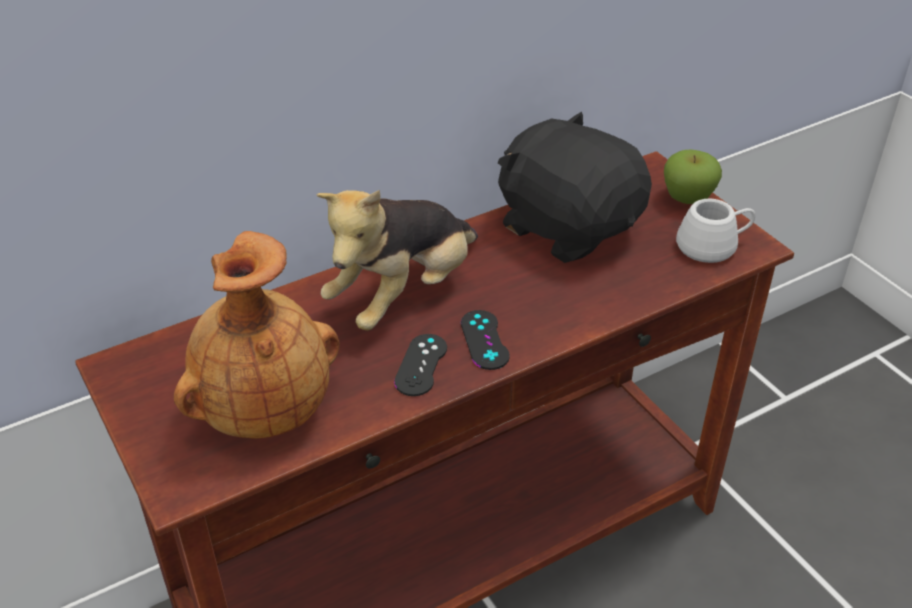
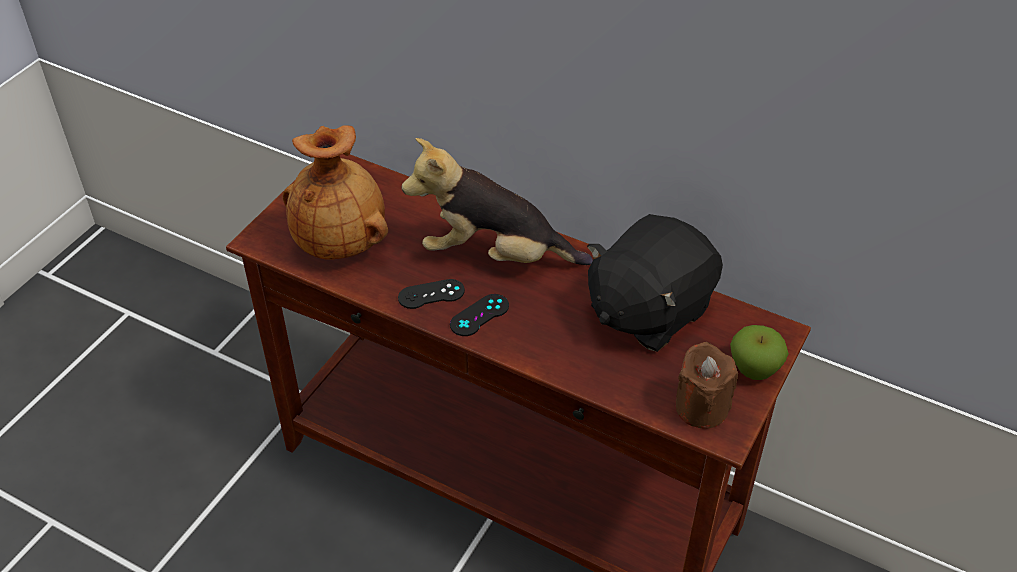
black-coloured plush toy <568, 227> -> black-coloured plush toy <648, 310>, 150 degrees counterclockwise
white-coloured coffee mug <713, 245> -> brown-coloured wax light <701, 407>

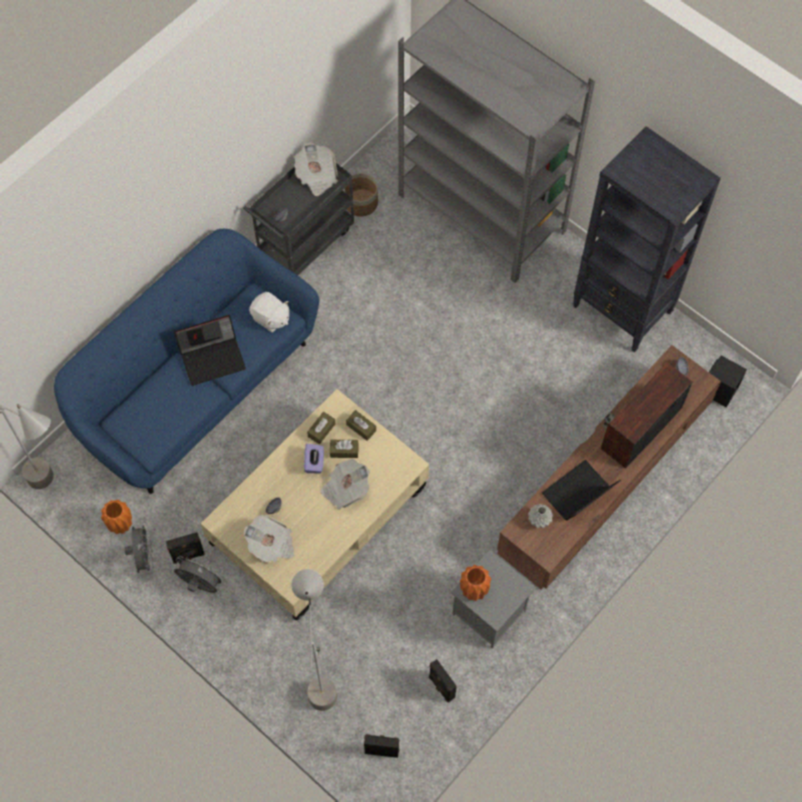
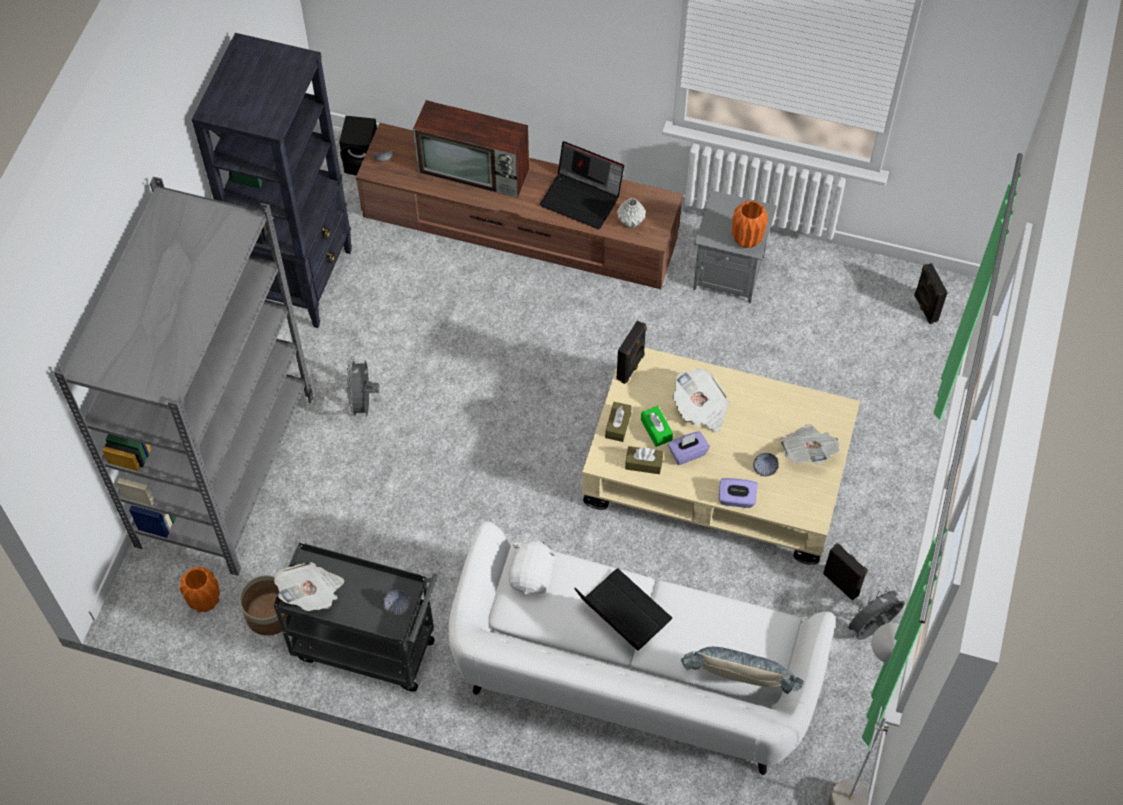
bluish sofa <196, 388> -> white-coloured sofa <632, 682>
brown-coloured box of tissues <344, 451> -> green box of tissues <656, 430>
orangey flower vase <120, 525> -> orangey flower vase <205, 601>, moved
grey fan <200, 584> -> grey fan <363, 404>, moved
grey standard lamp <320, 672> -> none
black-coloured loudspeaker <441, 687> -> black-coloured loudspeaker <631, 367>, moved
none -> purple box of tissues <736, 499>
none -> cushion <737, 696>

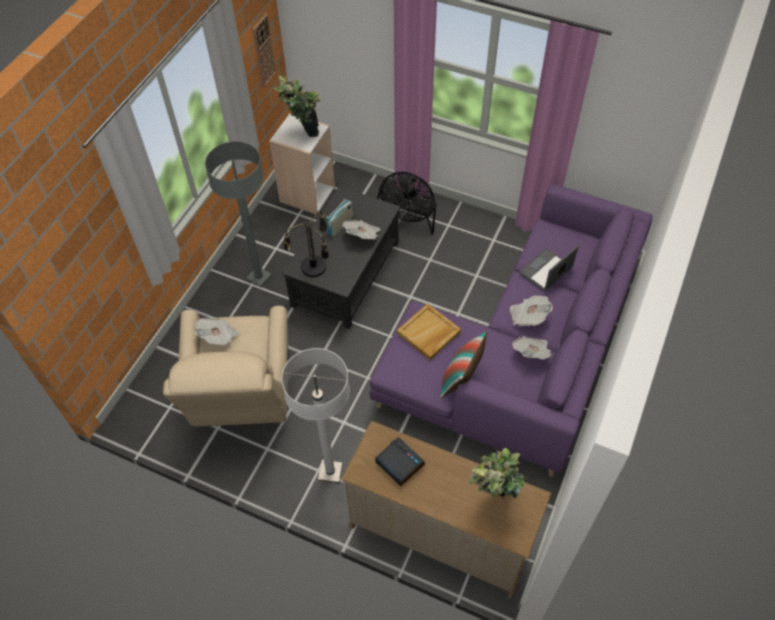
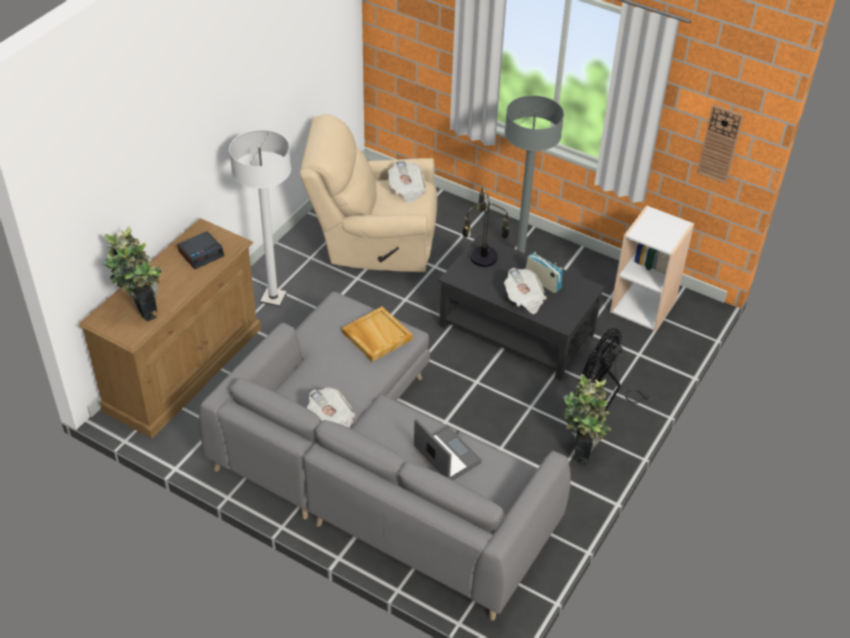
houseplant <302, 134> -> houseplant <581, 449>, moved
purple sofa <521, 354> -> grey sofa <376, 472>
newspaper <528, 316> -> none
cushion <461, 379> -> none

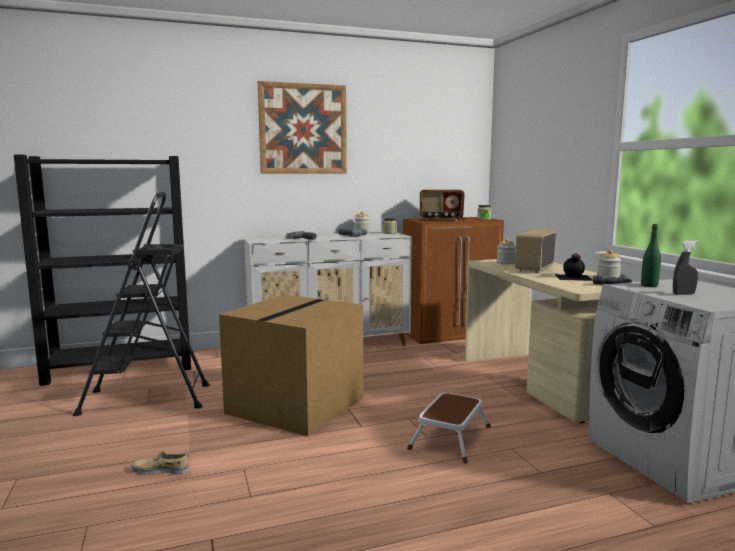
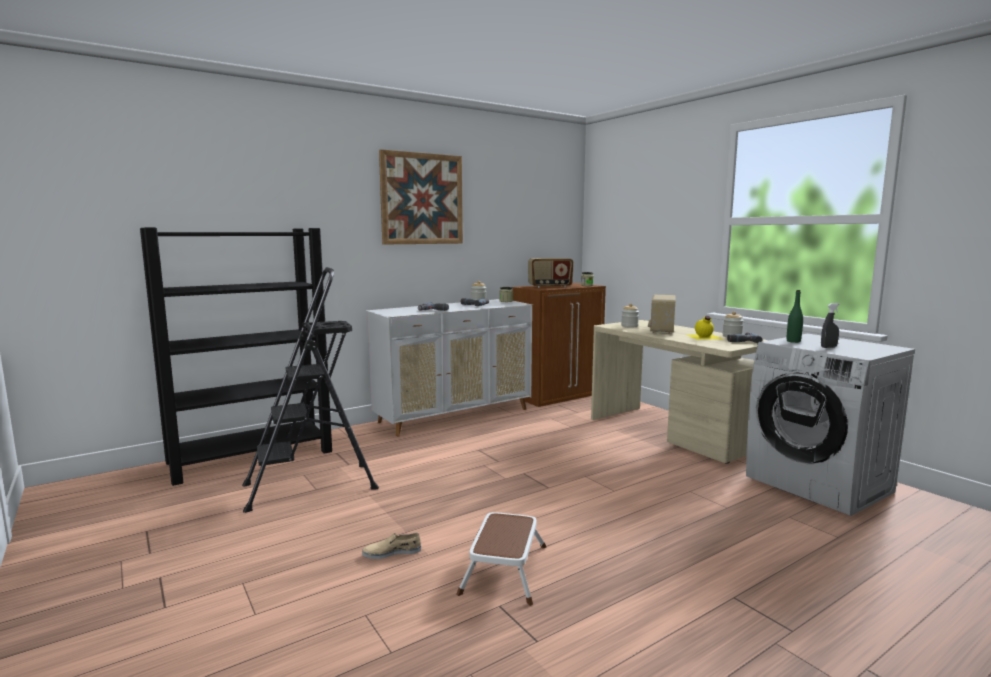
black-coloured beverage bottle <573, 277> -> yellow-coloured beverage bottle <704, 336>
cardboard box <295, 404> -> none
brown-coloured step ladder <450, 437> -> brown-coloured step ladder <503, 569>, moved

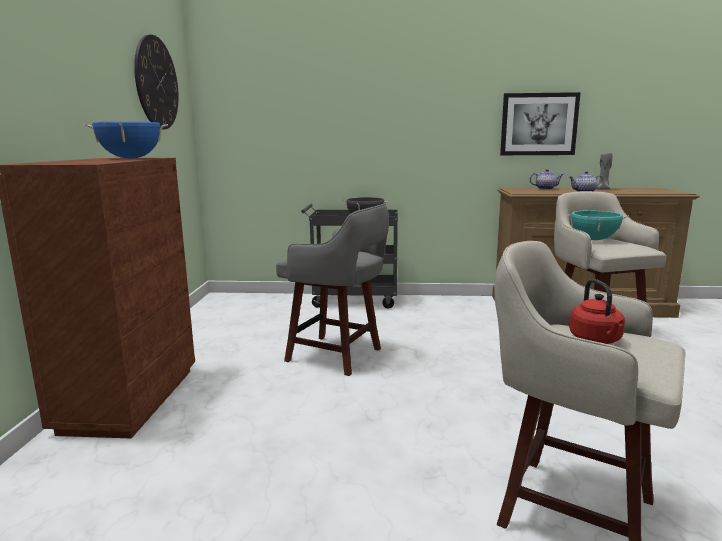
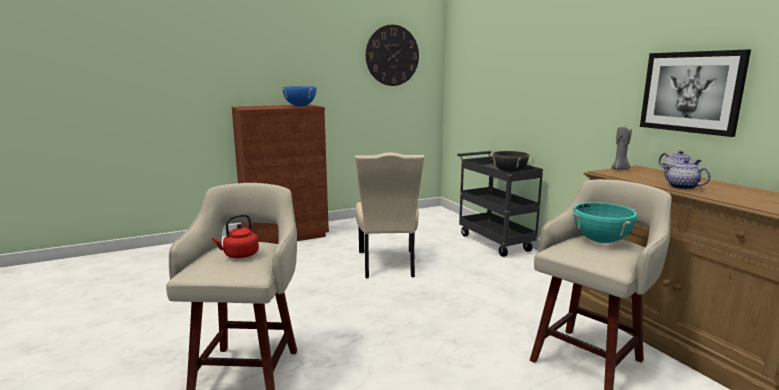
grey wax light <603, 189> -> grey wax light <620, 169>, moved
grey sitting stool <337, 356> -> sand-coloured upright chair <388, 263>

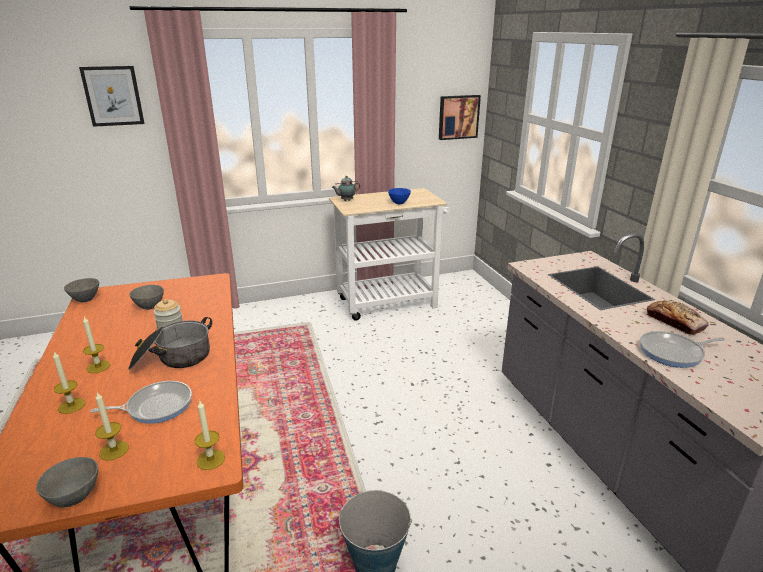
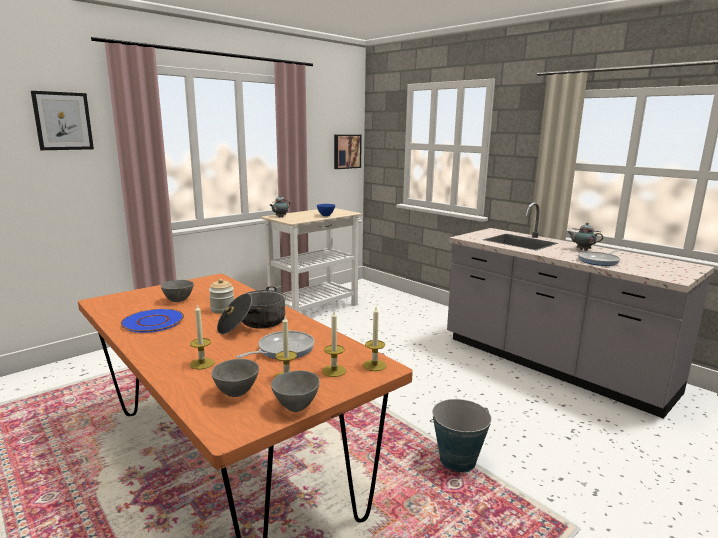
grey deep dish <85, 300> -> grey deep dish <237, 393>, moved
baked bread <675, 322> -> pot for tea <582, 250>
wax light <98, 367> -> wax light <334, 371>, moved
none -> bluish dinner plate <153, 322>

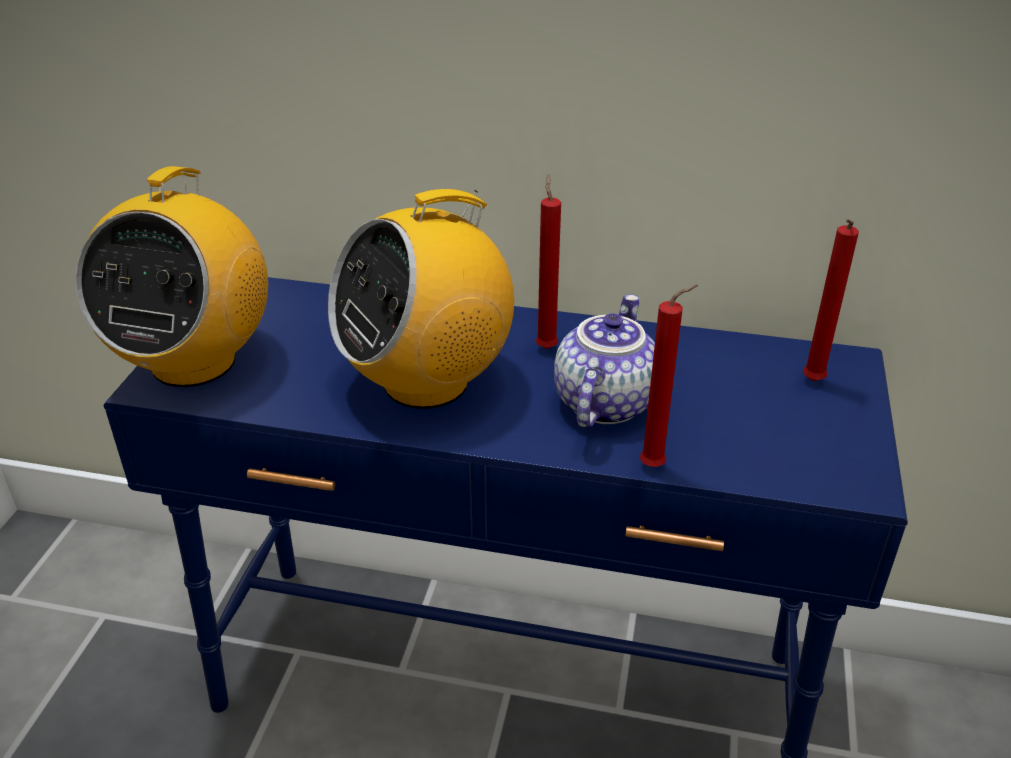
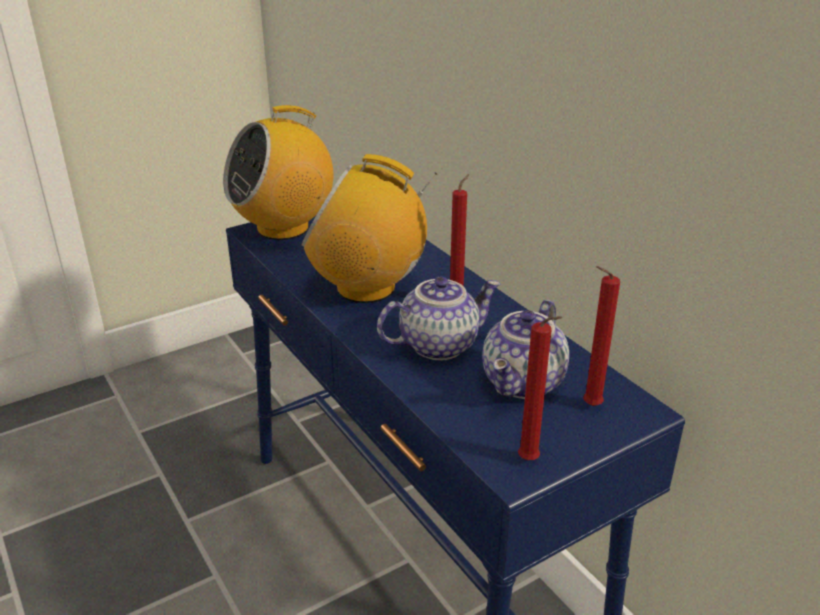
reddish wax light <656, 466> -> reddish wax light <531, 461>, moved
none -> pot for tea <524, 383>

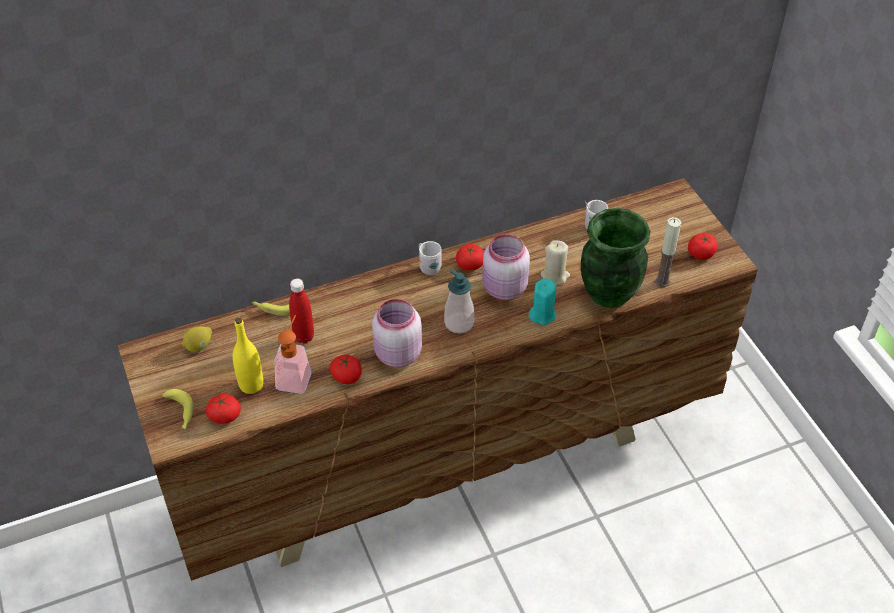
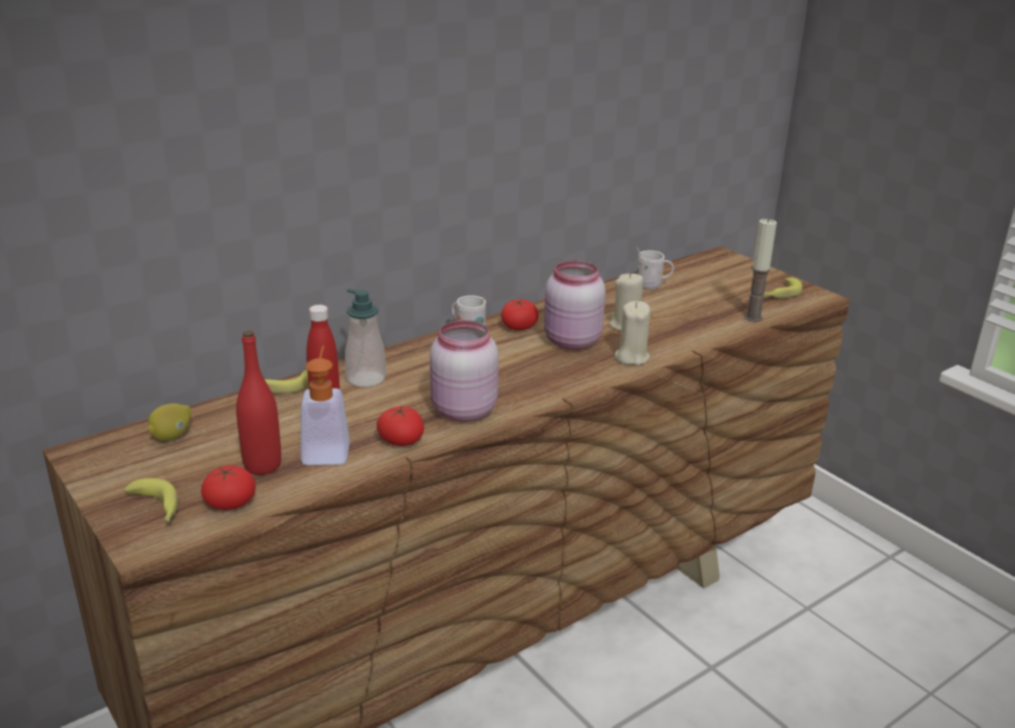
green flower vase <608, 294> -> none
whole tomato <701, 253> -> banana <780, 294>
soap dispenser <459, 323> -> soap dispenser <366, 378>, moved
blue-green wax light <542, 314> -> sand-coloured wax light <631, 357>
yellow-coloured beverage bottle <251, 385> -> reddish beverage bottle <262, 465>

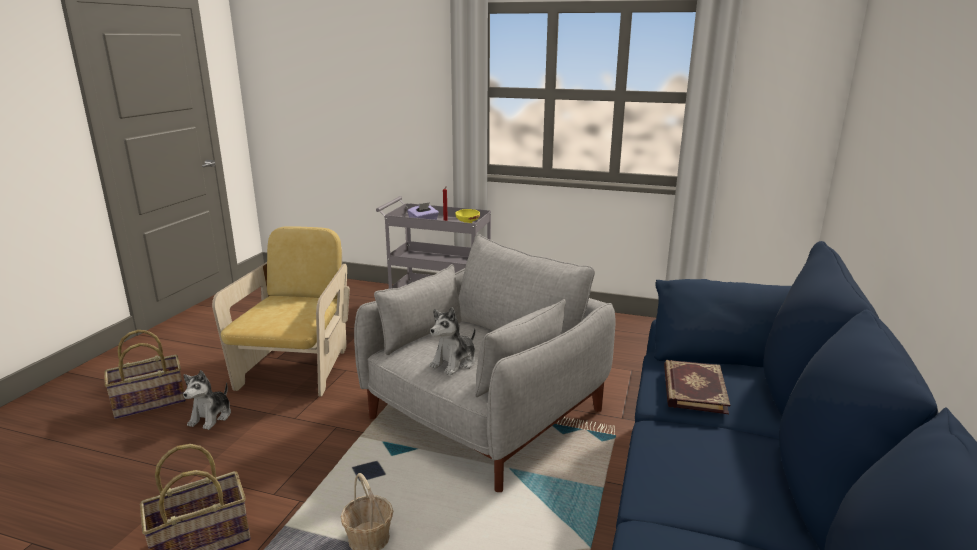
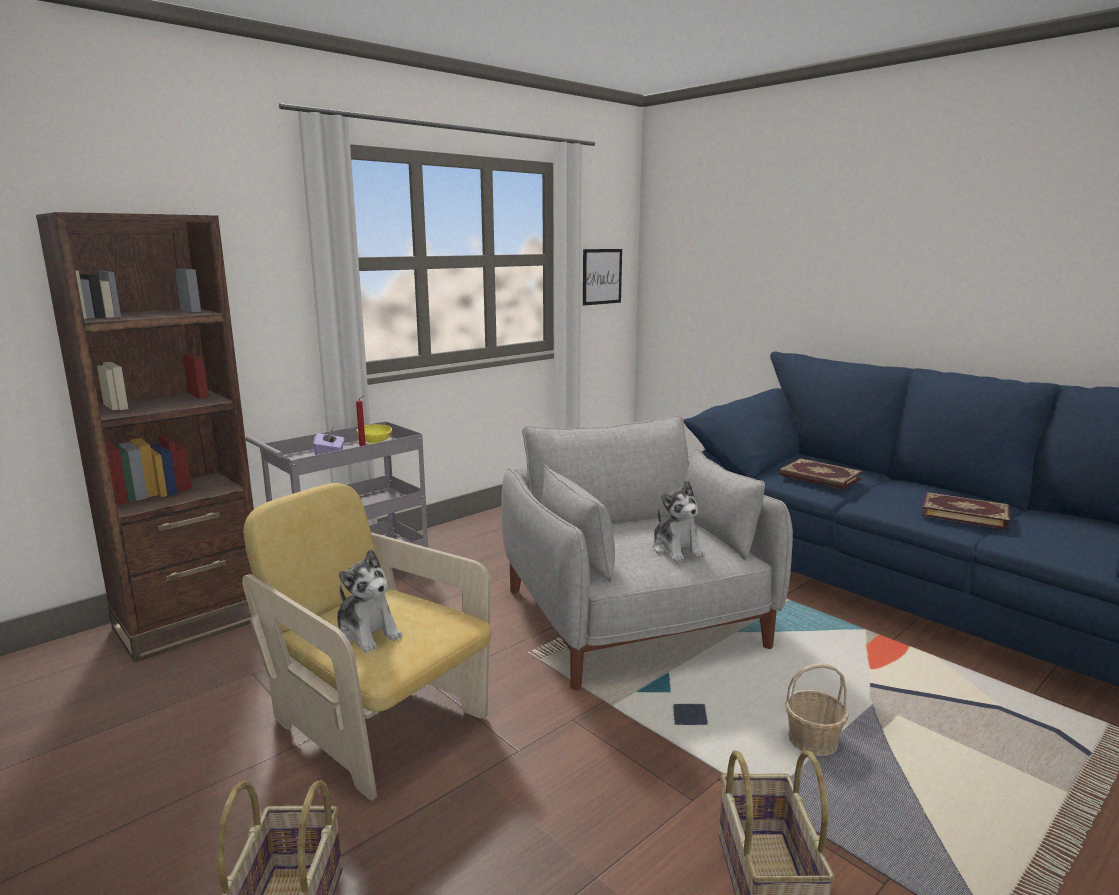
plush toy <211, 417> -> plush toy <367, 633>, moved
none -> brown-coloured shelving unit <191, 623>
none -> picture <602, 276>
none -> book <964, 513>

